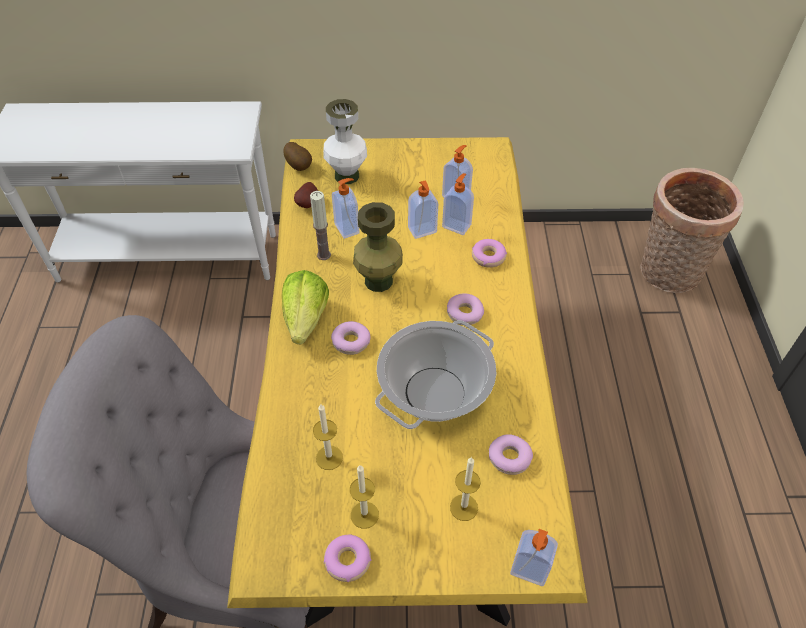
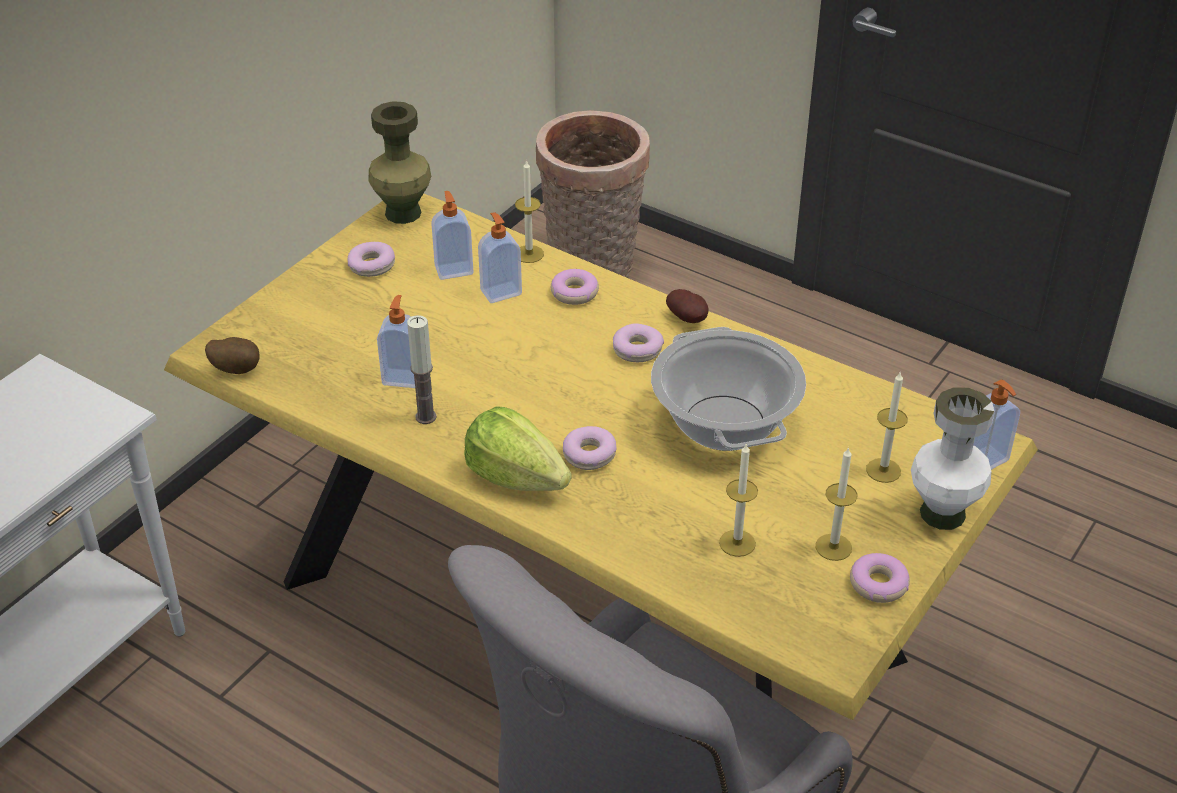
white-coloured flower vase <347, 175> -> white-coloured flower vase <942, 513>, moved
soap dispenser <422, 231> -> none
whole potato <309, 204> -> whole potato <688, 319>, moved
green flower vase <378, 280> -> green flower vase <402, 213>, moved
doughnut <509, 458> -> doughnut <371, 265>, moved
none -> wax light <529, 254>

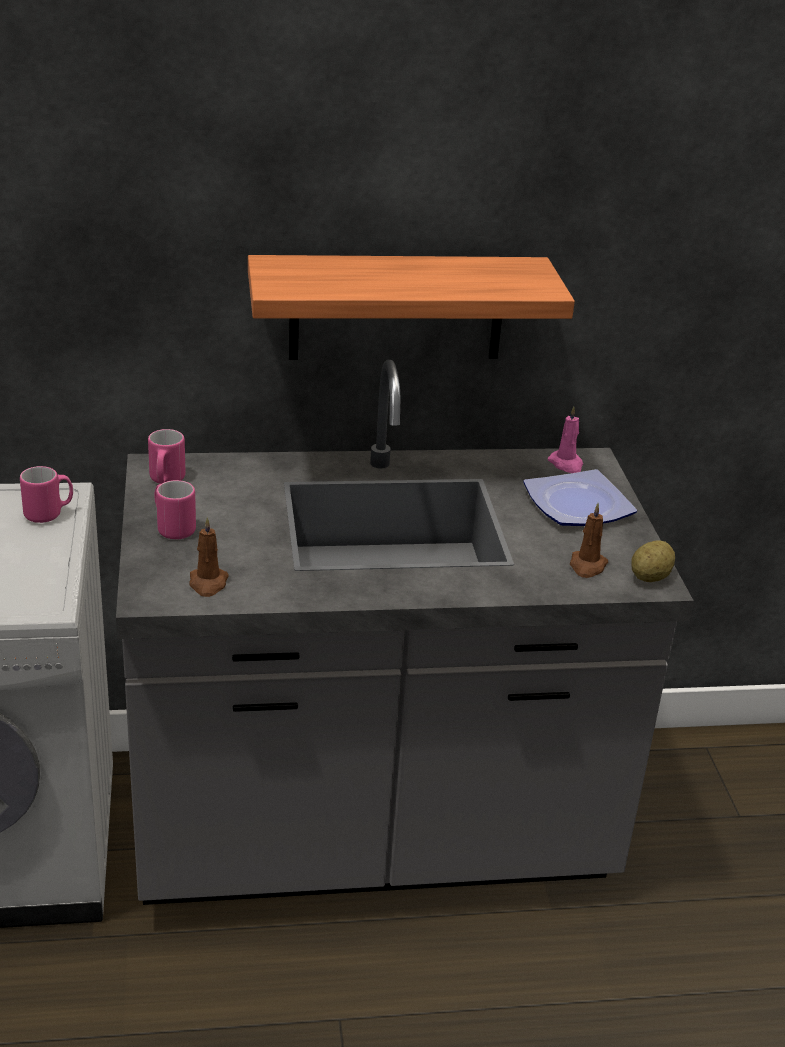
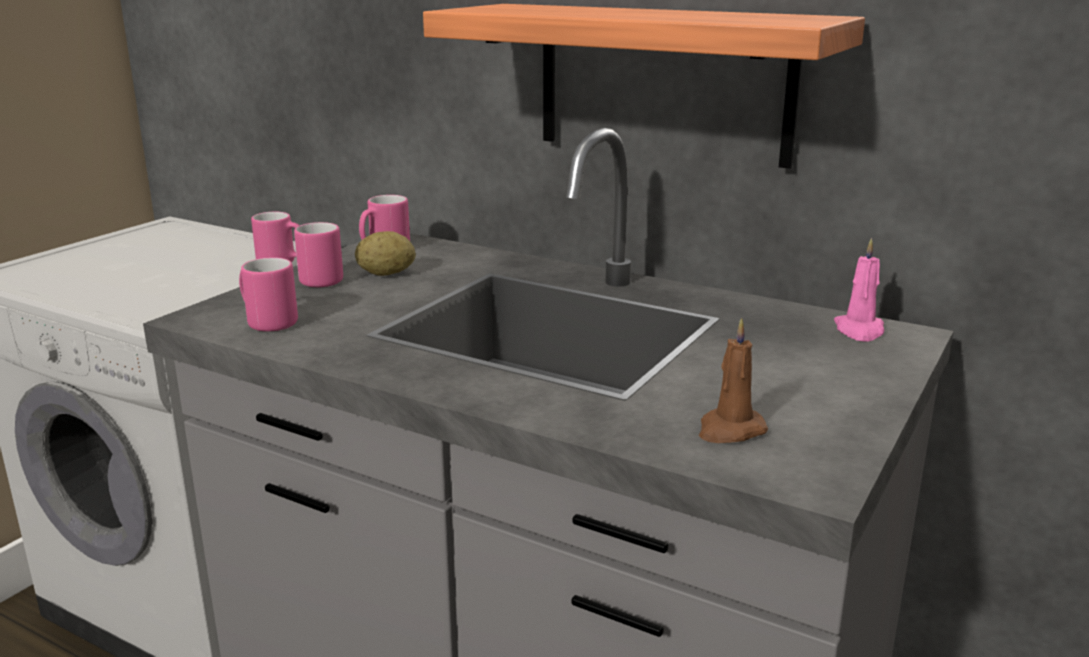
dinner plate <575, 504> -> none
brown-coloured wax light <208, 583> -> pink-coloured coffee mug <267, 322>
whole potato <650, 577> -> whole potato <386, 274>, moved

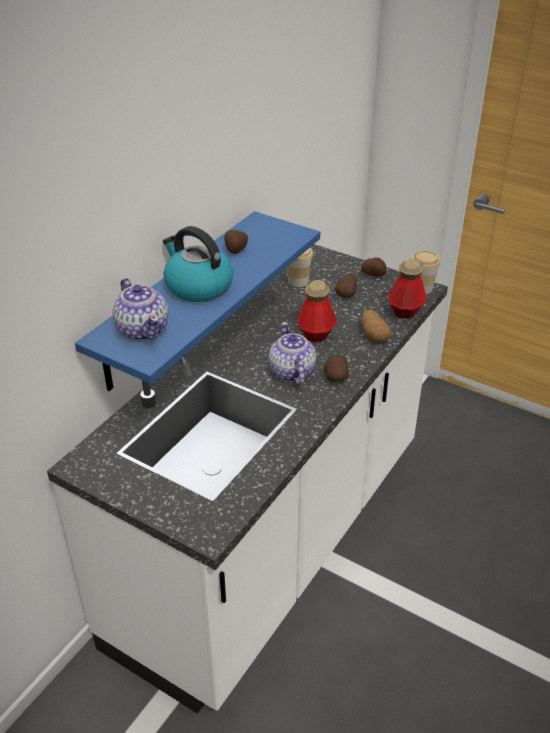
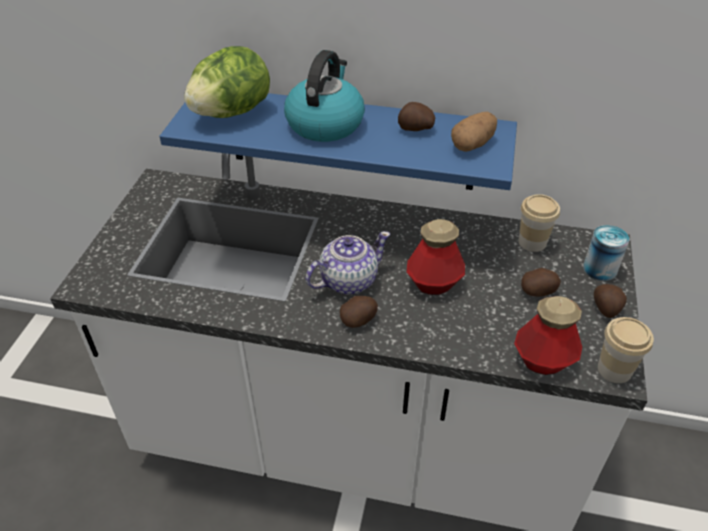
pot for tea <143, 329> -> lettuce head <231, 112>
whole potato <373, 335> -> whole potato <472, 144>, moved
none -> metal can <600, 269>

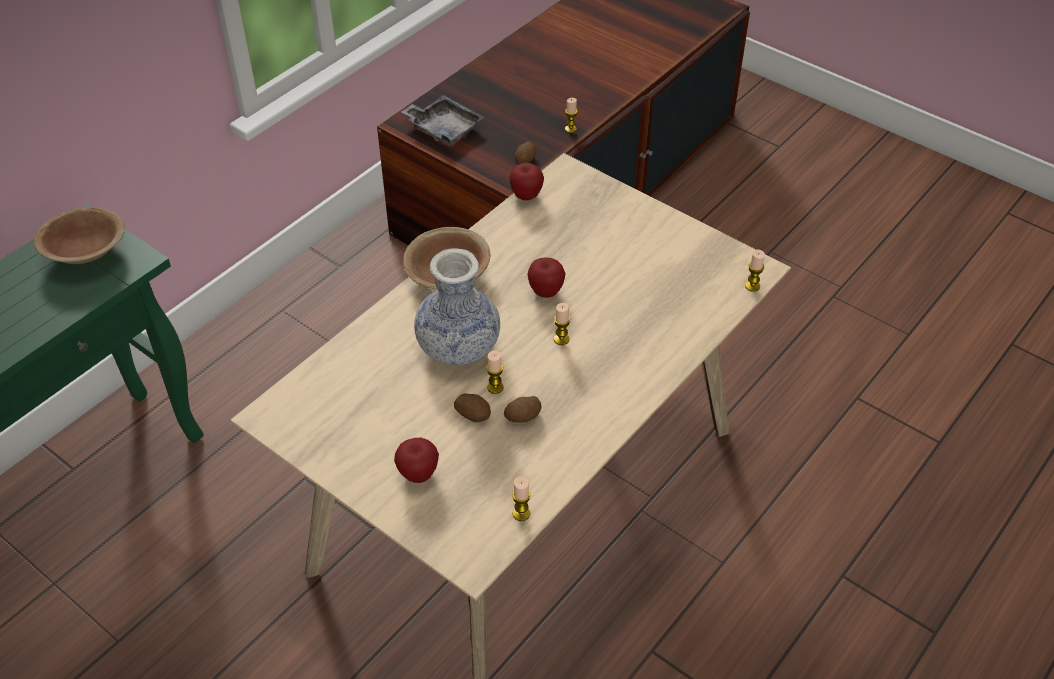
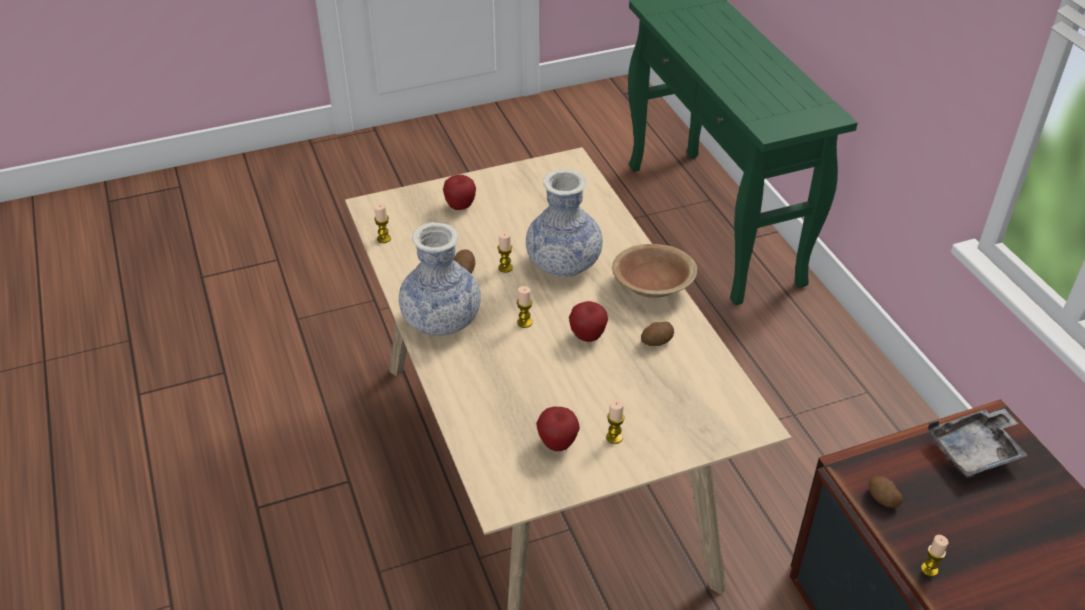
apple fruit <526, 196> -> apple fruit <557, 444>, moved
brown-coloured deep dish <86, 252> -> none
wax light <752, 286> -> wax light <614, 437>, moved
whole potato <473, 414> -> whole potato <657, 342>, moved
none -> flower vase <441, 321>

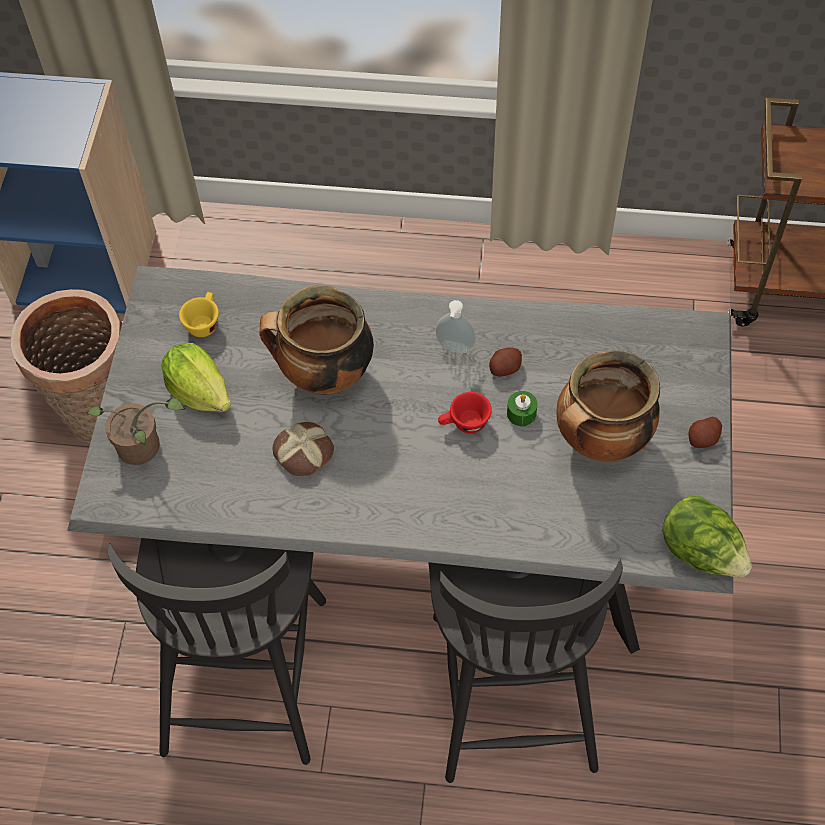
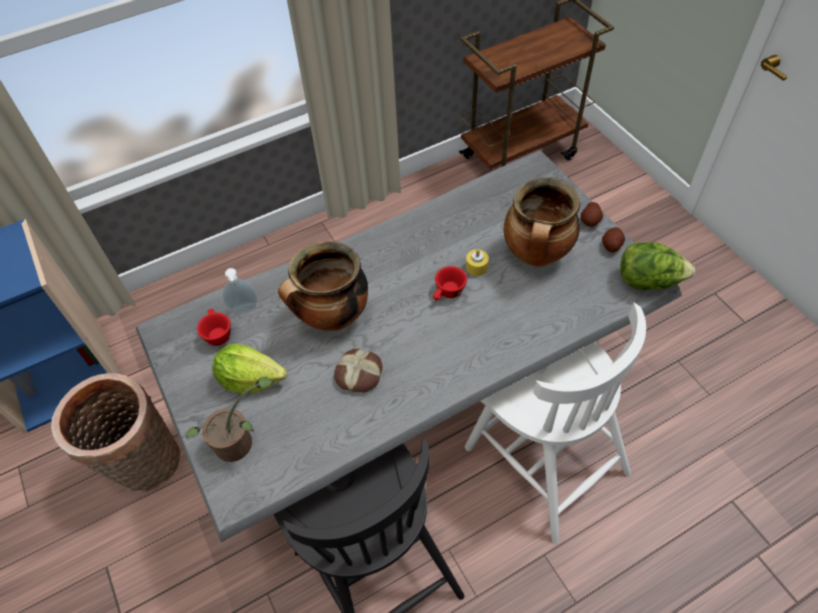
yellow-coloured drinking cup <203, 322> -> reddish drinking cup <217, 333>
soap dispenser <454, 349> -> soap dispenser <244, 309>, moved
whole potato <505, 368> -> whole potato <611, 245>, moved
green wax light <521, 413> -> yellow-coloured wax light <476, 267>
black-coloured upright chair <512, 684> -> white-coloured upright chair <543, 457>

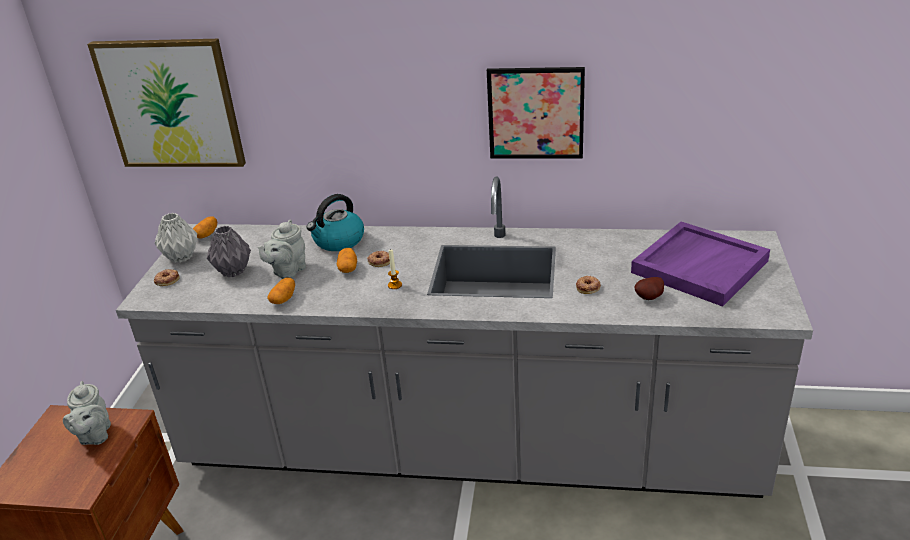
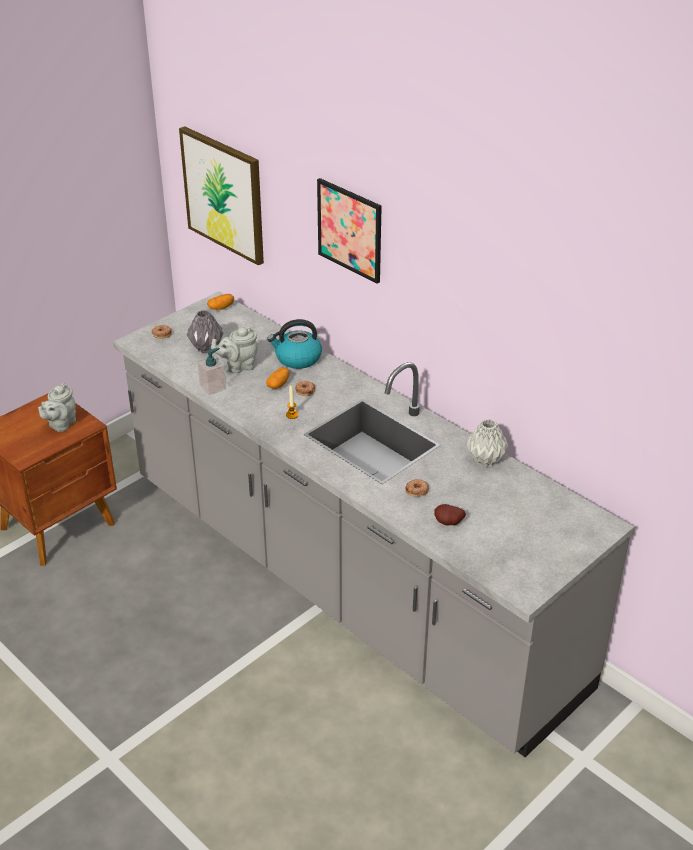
picture <535, 113> -> picture <350, 230>, moved
grey flower vase <182, 257> -> grey flower vase <486, 460>, moved
purple serving tray <699, 266> -> none
whole potato <283, 299> -> soap dispenser <213, 387>

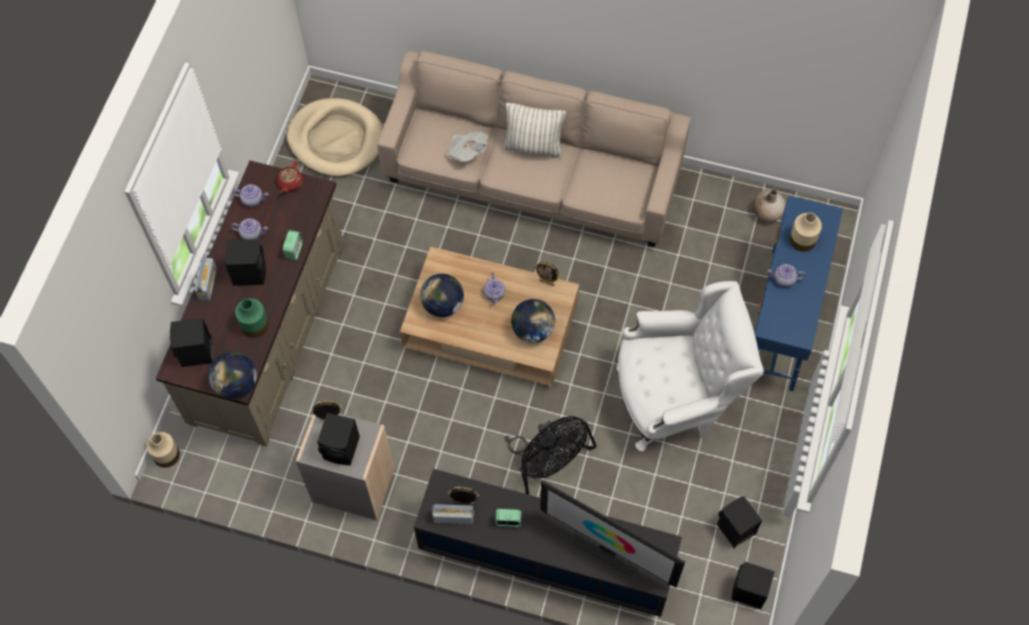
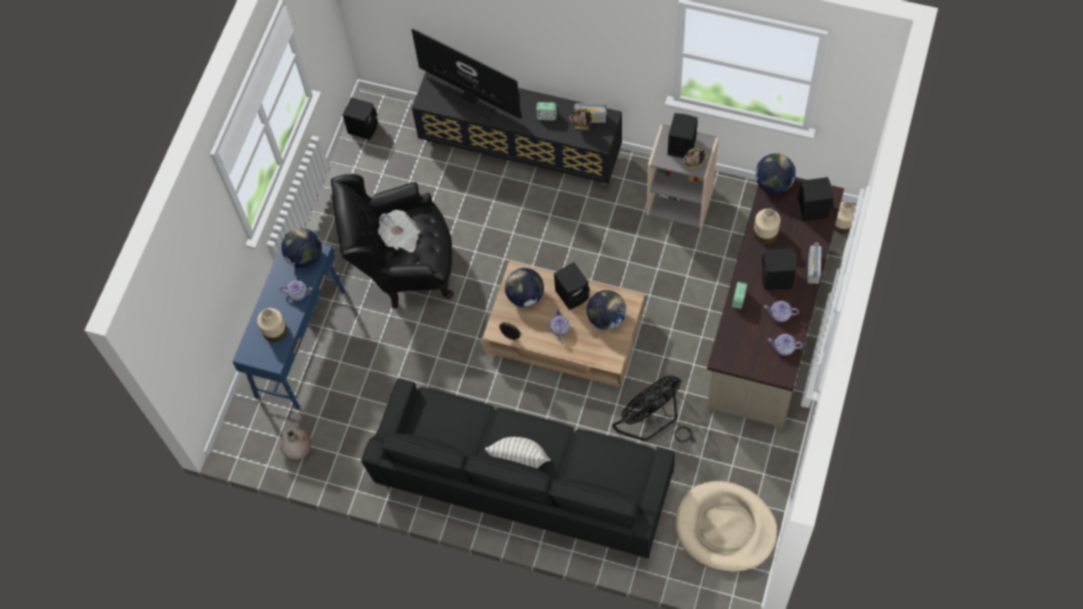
sand-coloured sofa <533, 179> -> black-coloured sofa <523, 484>
newspaper <467, 151> -> newspaper <400, 237>, moved
reddish pot for tea <290, 183> -> none
white-coloured lounge chair <674, 400> -> black-coloured lounge chair <405, 271>
green flower vase <254, 325> -> sand-coloured flower vase <765, 232>
black-coloured fan <546, 460> -> black-coloured fan <656, 421>, moved
black-coloured loudspeaker <734, 529> -> black-coloured loudspeaker <573, 294>, moved
none -> world globe <305, 257>

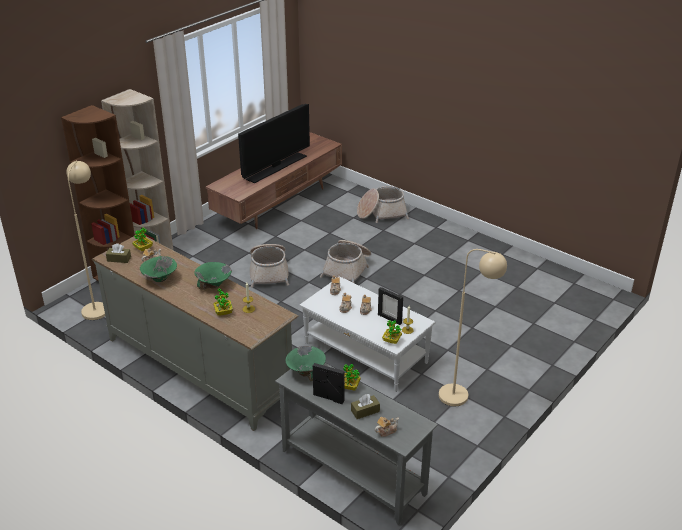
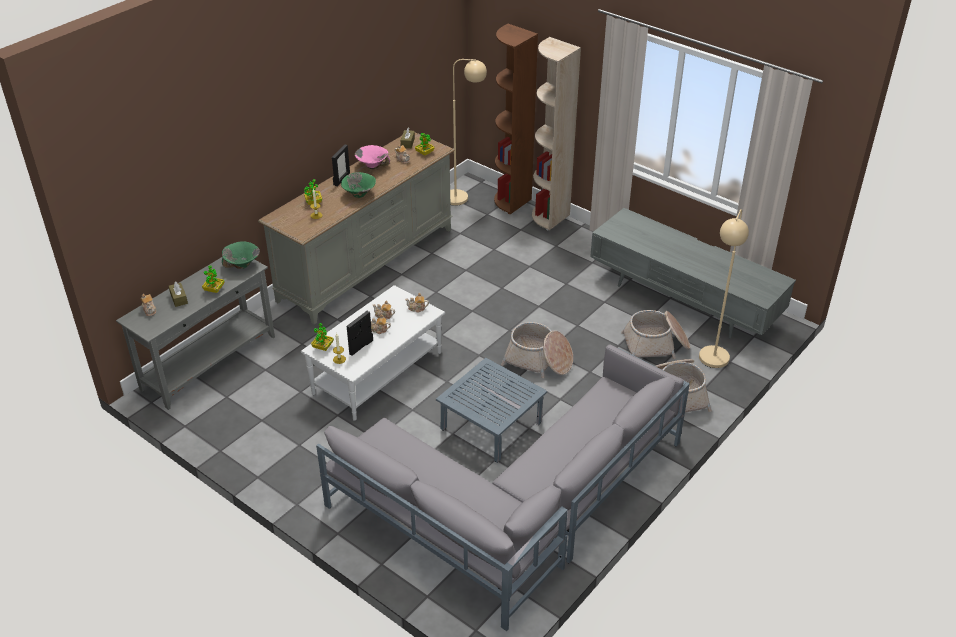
TV <276, 167> -> none
brown-coloured tv stand <277, 202> -> grey tv stand <684, 300>
household basket <269, 272> -> household basket <656, 345>, moved
sand-coloured standard lamp <462, 398> -> sand-coloured standard lamp <711, 364>, moved
green deep dish <159, 279> -> pink-coloured deep dish <372, 166>
photo frame <328, 398> -> photo frame <341, 179>, moved
none -> grey sofa <508, 494>

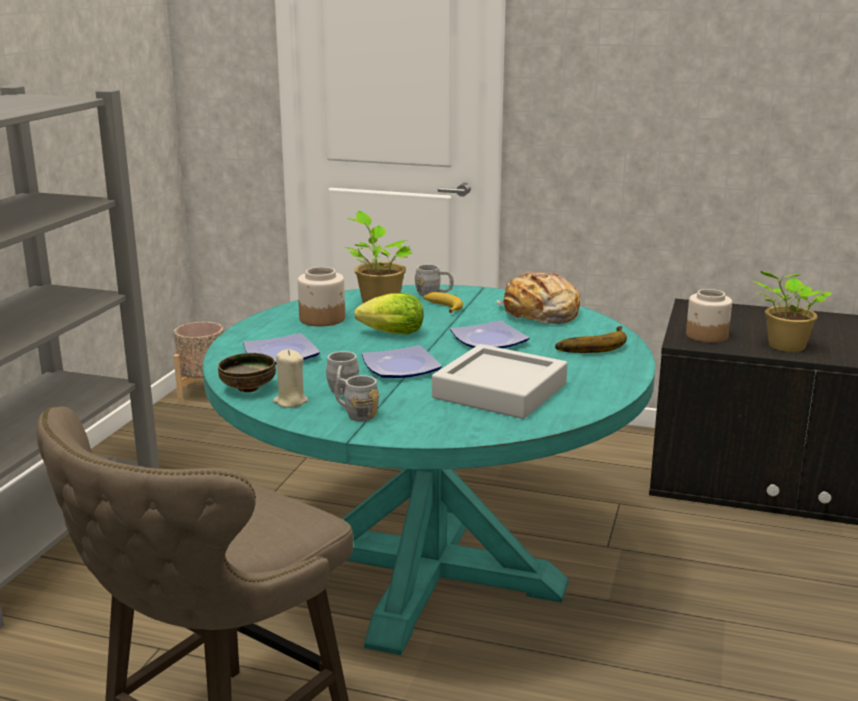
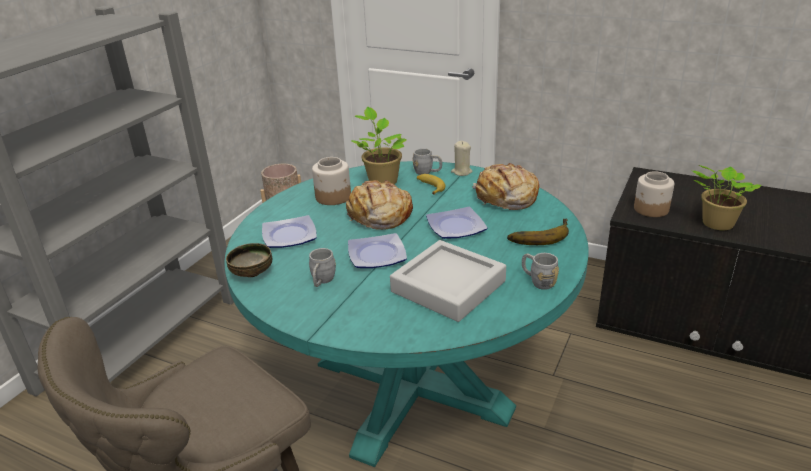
lettuce head <388, 334> -> baked bread <379, 216>
sand-coloured wax light <290, 402> -> sand-coloured wax light <461, 172>, moved
grey coffee mug <355, 414> -> grey coffee mug <538, 281>, moved

